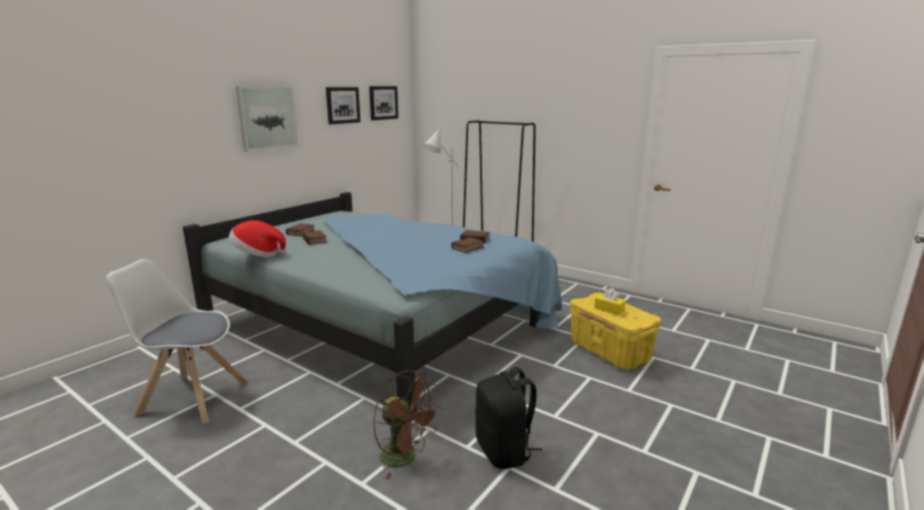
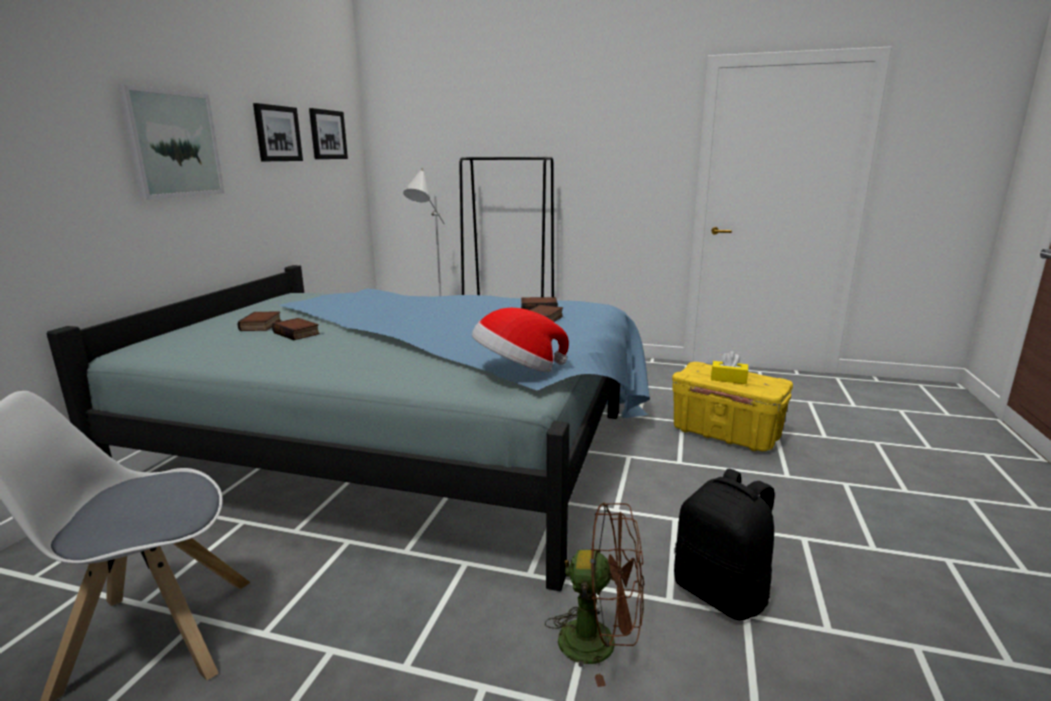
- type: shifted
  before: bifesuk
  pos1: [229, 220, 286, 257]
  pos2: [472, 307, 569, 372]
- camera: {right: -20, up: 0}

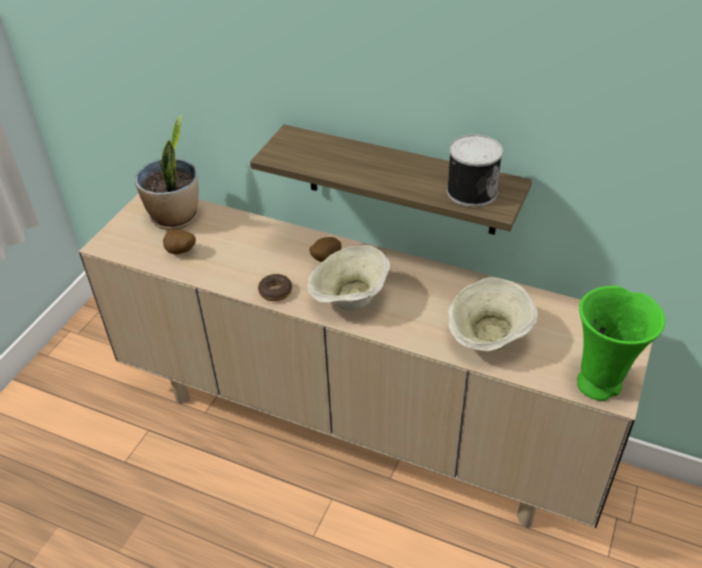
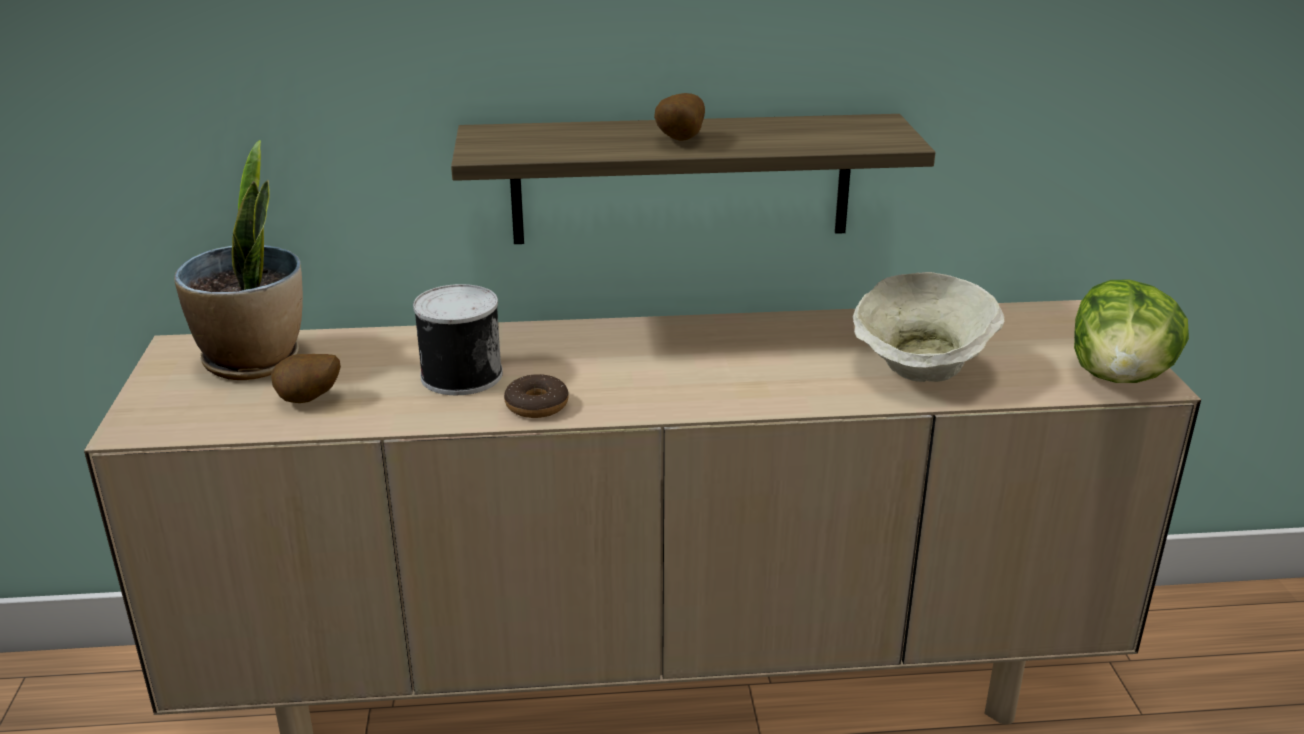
- type: shifted
  before: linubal
  pos1: [447, 134, 503, 207]
  pos2: [413, 284, 503, 395]
- type: shifted
  before: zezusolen
  pos1: [309, 237, 341, 262]
  pos2: [654, 93, 705, 141]
- type: gone
  before: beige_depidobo
  pos1: [308, 245, 390, 311]
- type: swapped
  before: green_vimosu
  after: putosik
  pos1: [577, 286, 665, 401]
  pos2: [1074, 279, 1189, 383]
- camera: {right: -30, up: -15}

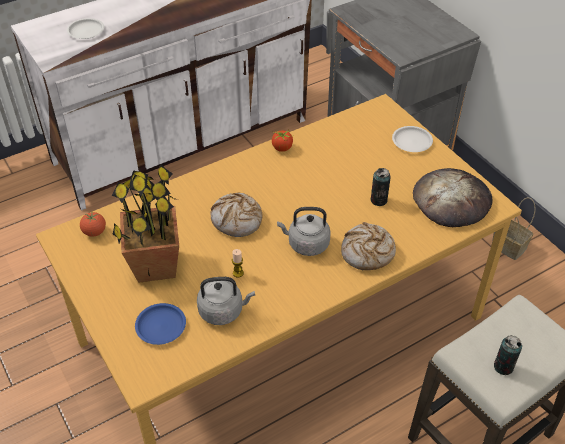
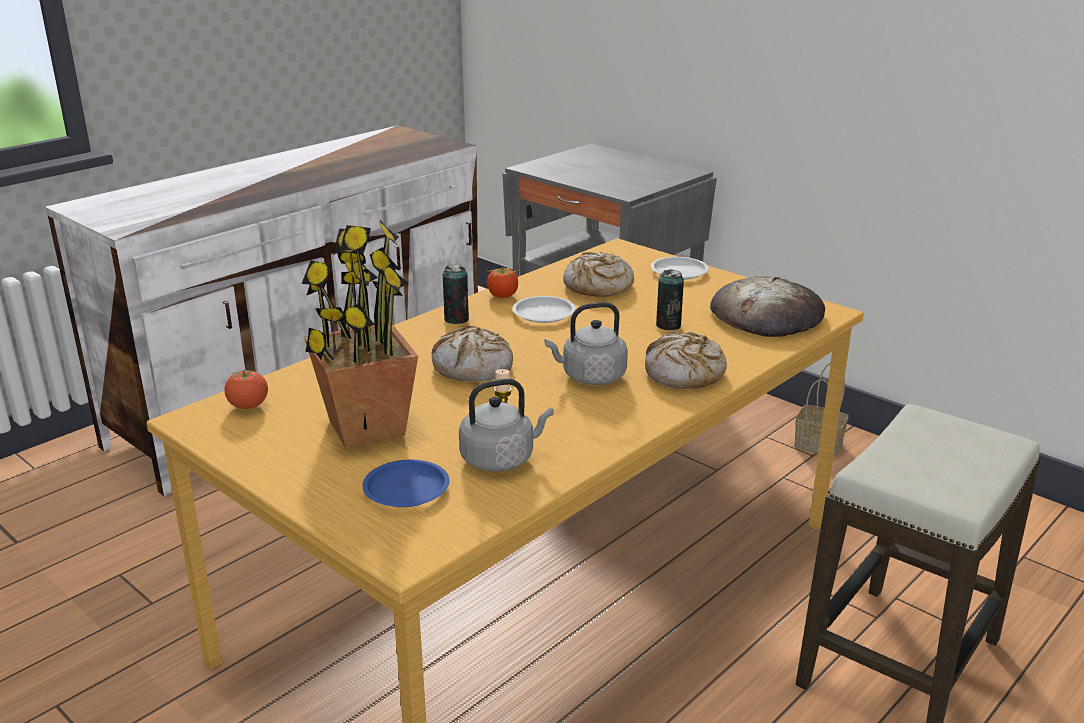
- type: shifted
  before: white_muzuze
  pos1: [67, 18, 104, 39]
  pos2: [512, 296, 576, 323]
- type: shifted
  before: linubal
  pos1: [494, 335, 522, 375]
  pos2: [443, 264, 469, 324]
- type: new
  after: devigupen
  pos2: [563, 252, 634, 297]
- camera: {right: -15, up: -20}

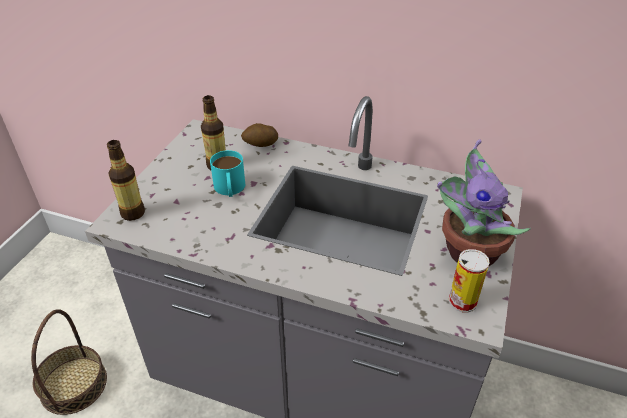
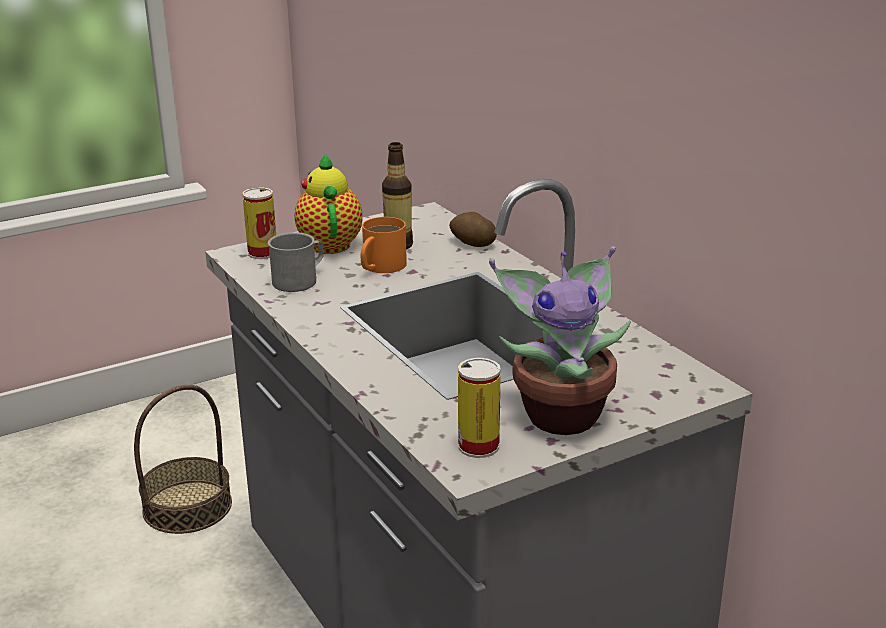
- type: swapped
  before: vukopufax
  after: linubal
  pos1: [107, 140, 145, 221]
  pos2: [242, 187, 276, 259]
- type: repainted
  before: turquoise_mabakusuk
  after: orange_mabakusuk
  pos1: [210, 150, 245, 197]
  pos2: [361, 217, 407, 273]
- type: new
  after: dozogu
  pos2: [295, 152, 362, 254]
- type: new
  after: grey_mabakusuk
  pos2: [268, 232, 324, 292]
- camera: {right: 40, up: -15}

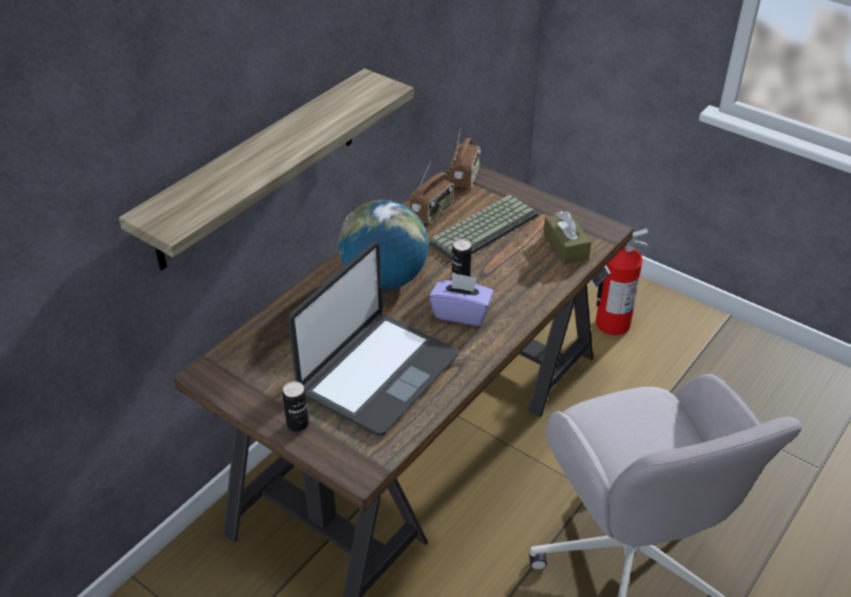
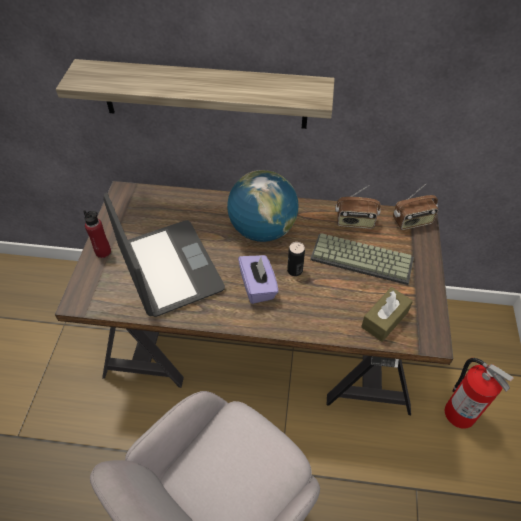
- type: rotated
  before: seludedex
  pos1: [288, 242, 459, 436]
  pos2: [103, 192, 225, 317]
  turn: -120
- type: swapped
  before: linubal
  after: red_vukopufax
  pos1: [282, 381, 309, 432]
  pos2: [83, 210, 111, 258]
- camera: {right: 60, up: 10}

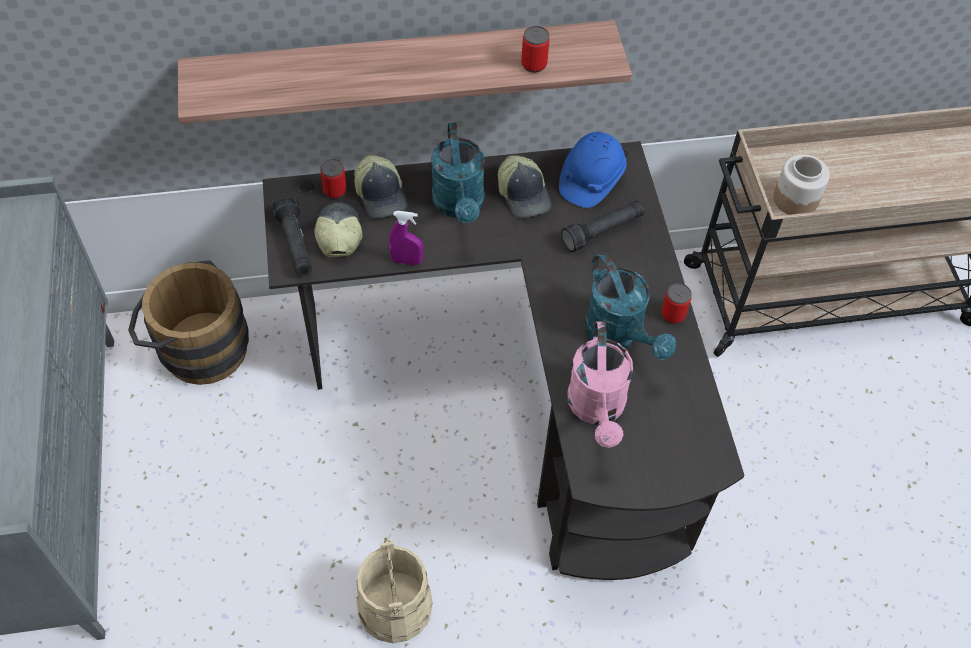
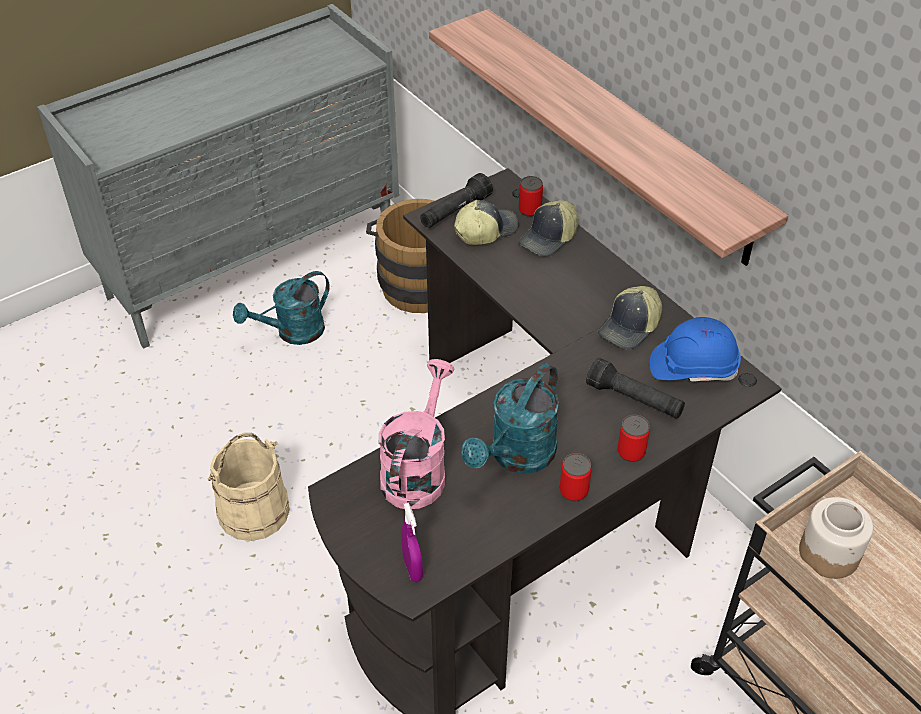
- type: shifted
  before: linubal
  pos1: [521, 26, 550, 73]
  pos2: [617, 415, 650, 462]
- type: shifted
  before: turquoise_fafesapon
  pos1: [431, 123, 485, 223]
  pos2: [233, 271, 330, 345]
- type: shifted
  before: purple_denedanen
  pos1: [389, 211, 423, 265]
  pos2: [401, 503, 423, 582]
- type: rotated
  before: pink_fafesapon
  pos1: [567, 321, 633, 448]
  pos2: [379, 359, 455, 509]
  turn: 135
- camera: {right: 65, up: -10}

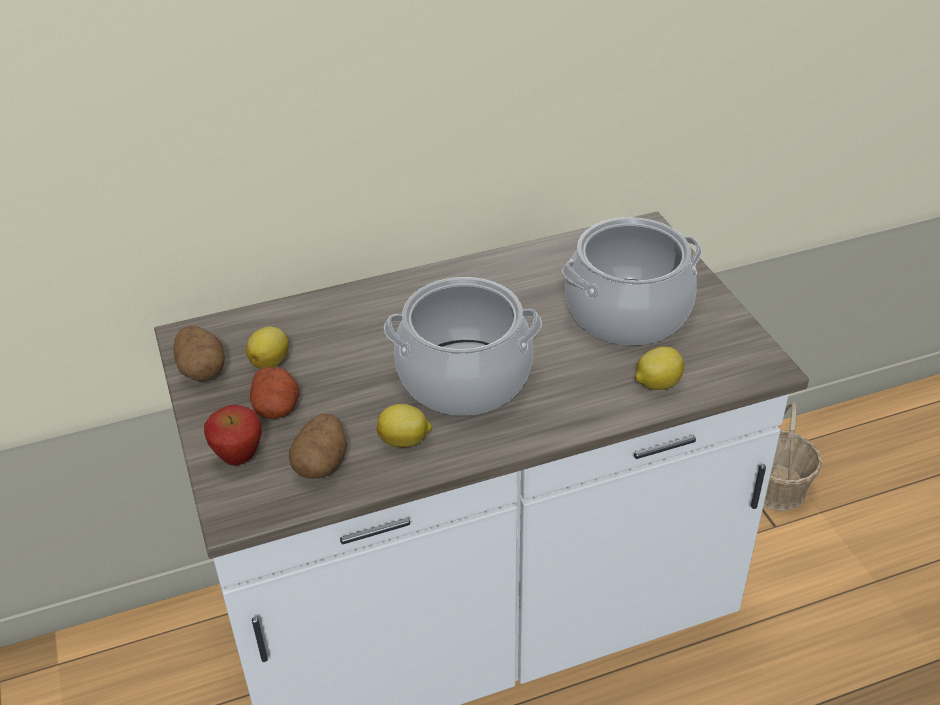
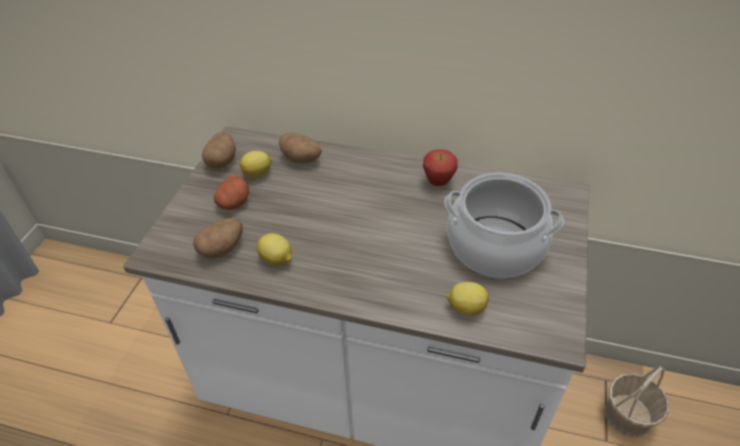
- type: gone
  before: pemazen
  pos1: [384, 277, 542, 416]
- type: shifted
  before: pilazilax
  pos1: [204, 405, 262, 466]
  pos2: [423, 149, 458, 186]
- type: new
  after: zezusolen
  pos2: [279, 133, 322, 163]
- camera: {right: 35, up: 5}

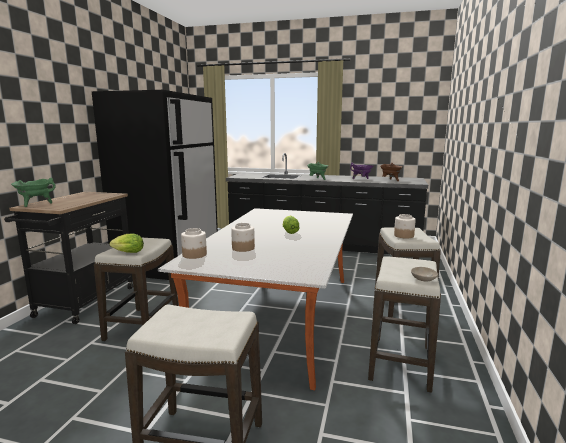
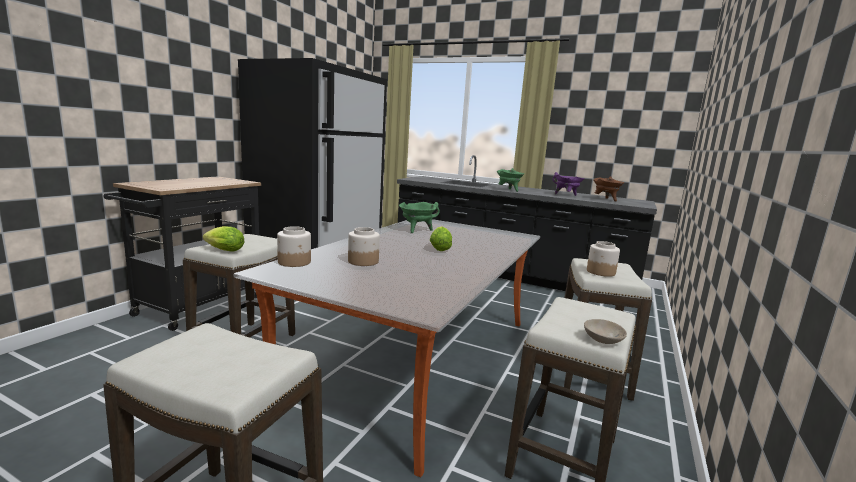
- type: shifted
  before: green_pemazen
  pos1: [11, 178, 55, 207]
  pos2: [399, 202, 440, 233]
- camera: {right: 10, up: 0}

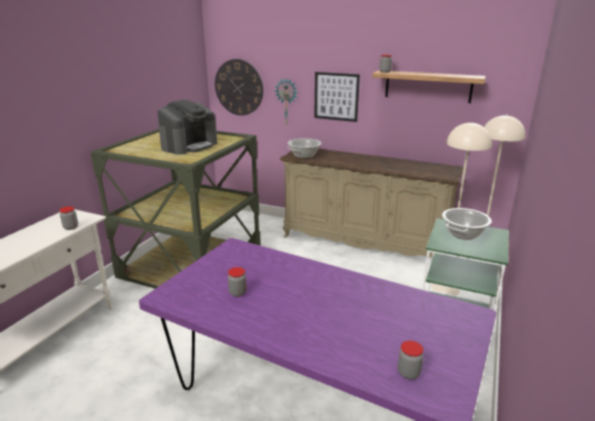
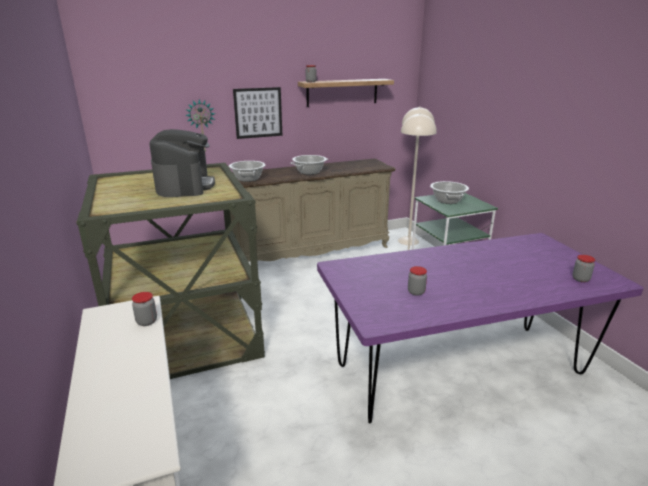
- type: gone
  before: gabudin
  pos1: [215, 59, 263, 116]
- type: new
  after: pemazen
  pos2: [290, 155, 328, 175]
- camera: {right: -45, up: 0}

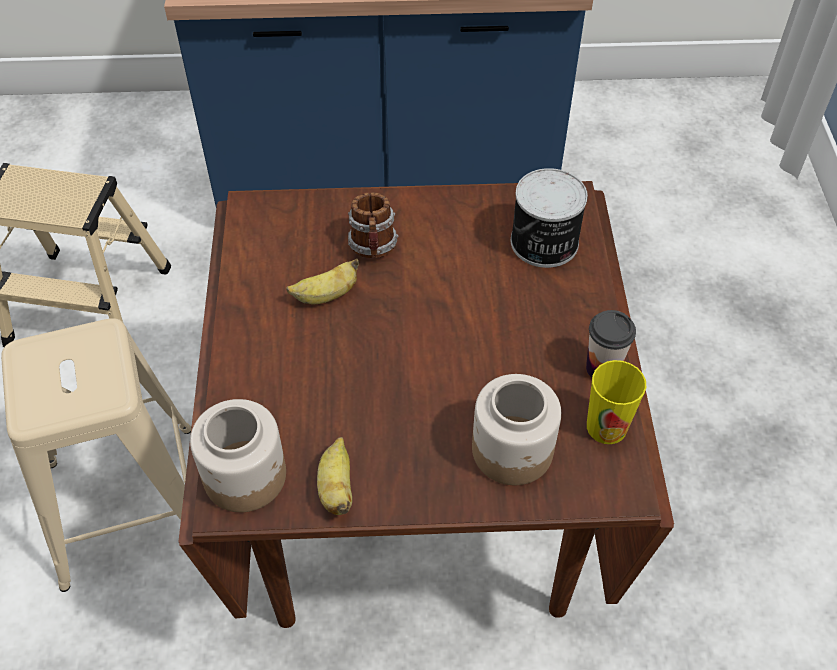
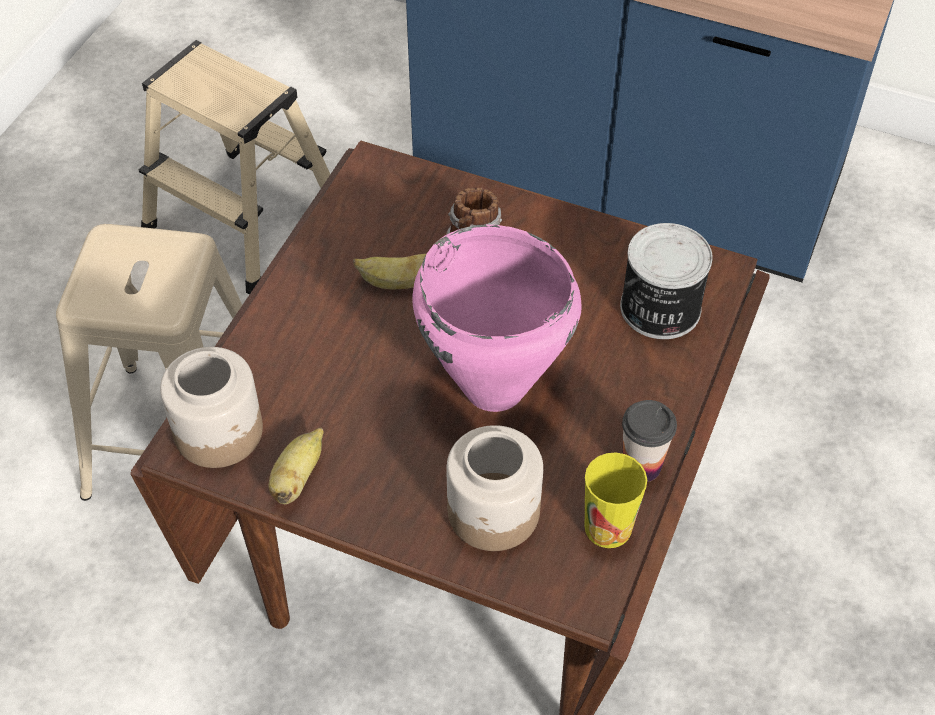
- type: new
  after: pink_pemazen
  pos2: [412, 224, 582, 412]
- camera: {right: 25, up: 0}

